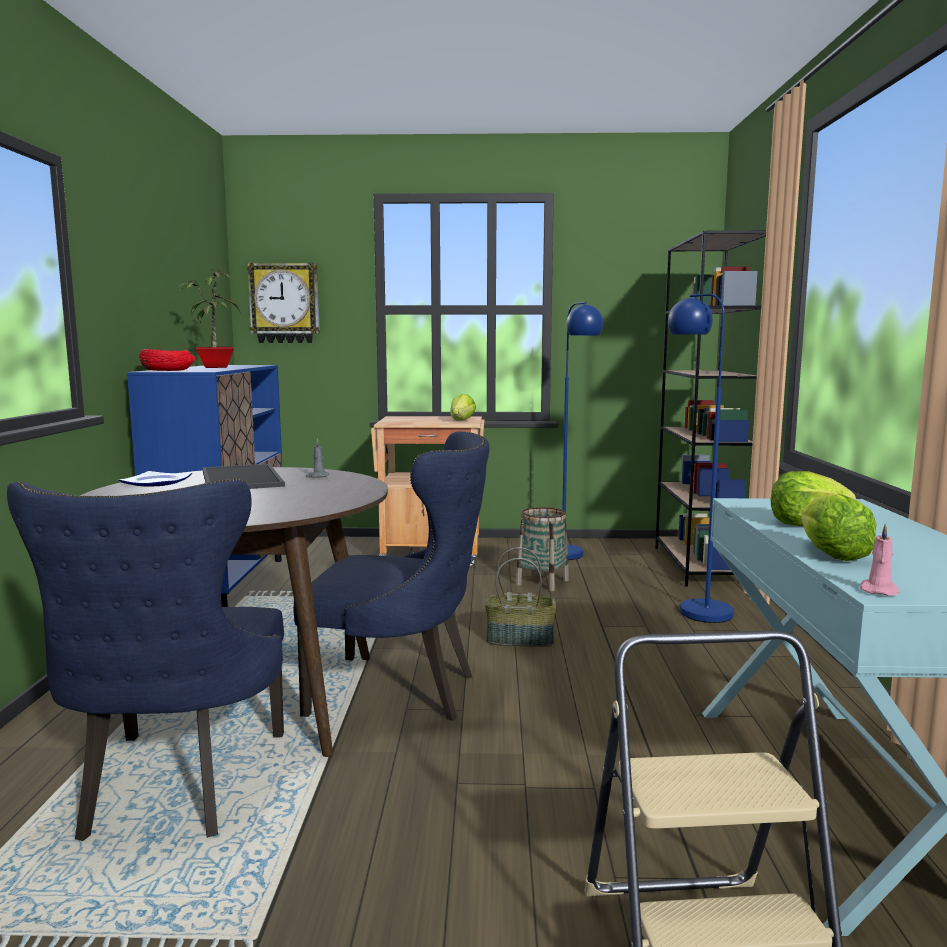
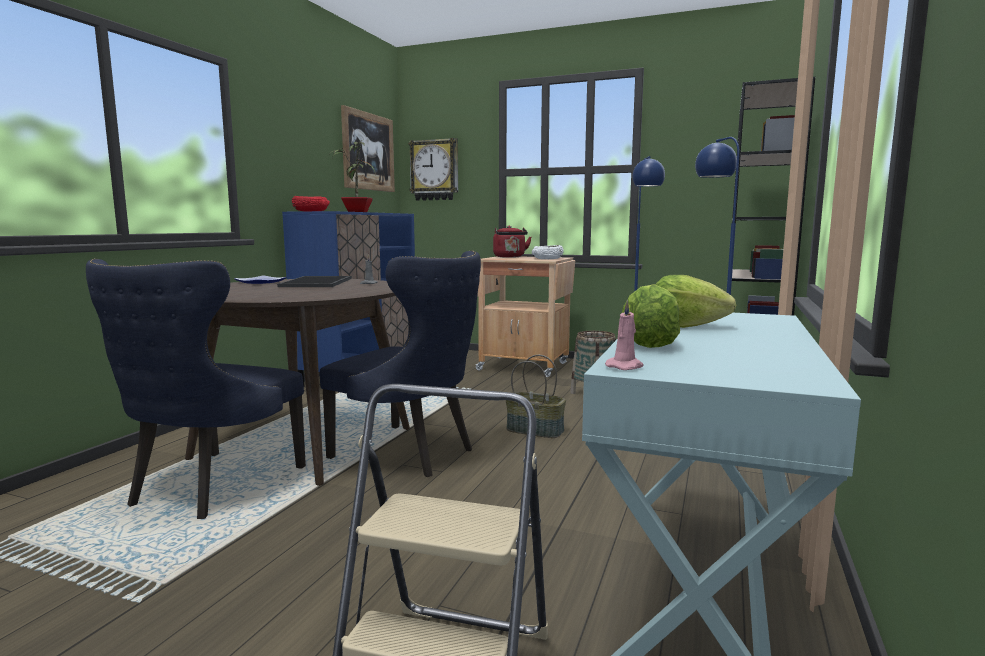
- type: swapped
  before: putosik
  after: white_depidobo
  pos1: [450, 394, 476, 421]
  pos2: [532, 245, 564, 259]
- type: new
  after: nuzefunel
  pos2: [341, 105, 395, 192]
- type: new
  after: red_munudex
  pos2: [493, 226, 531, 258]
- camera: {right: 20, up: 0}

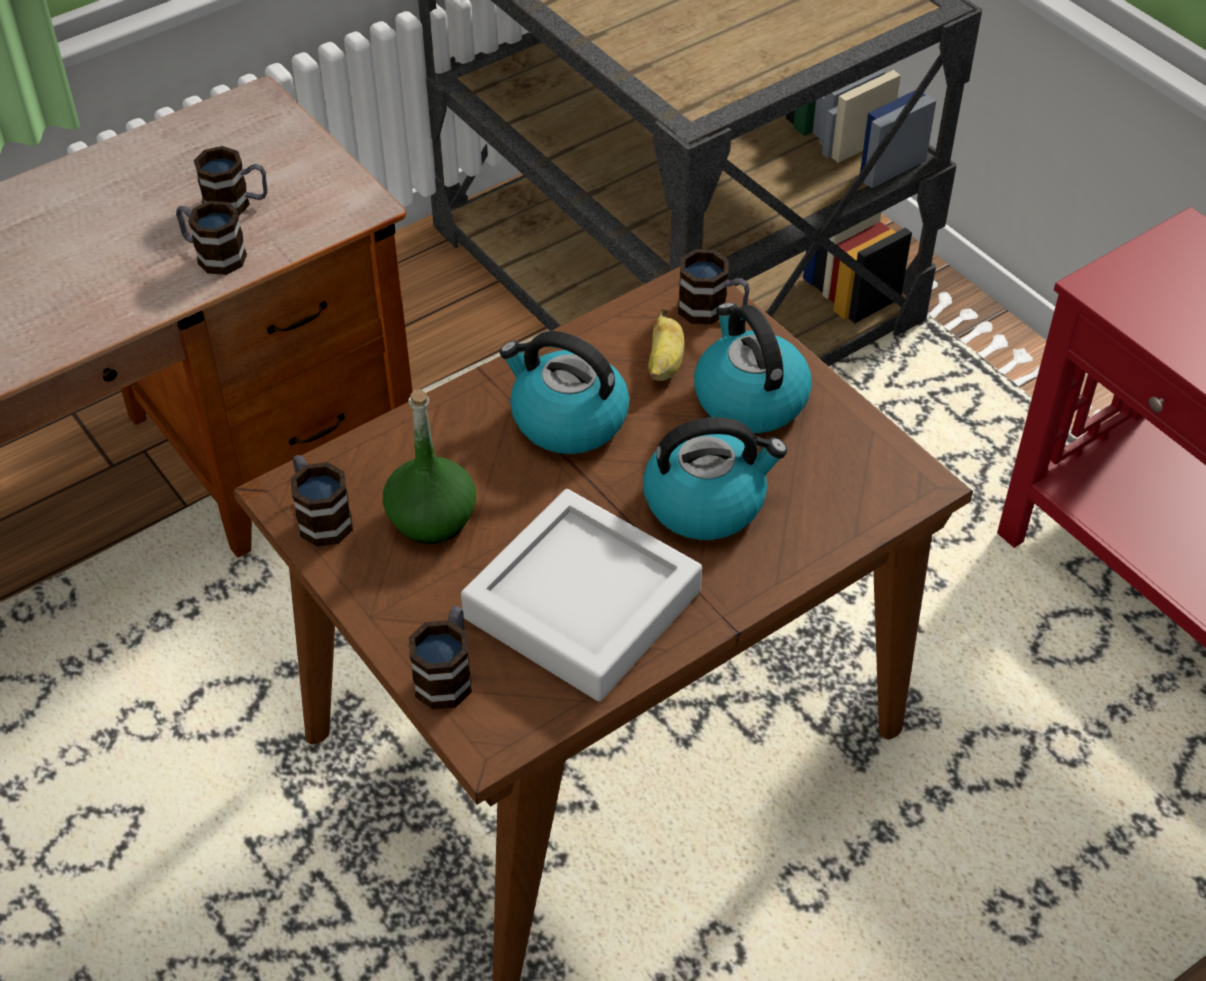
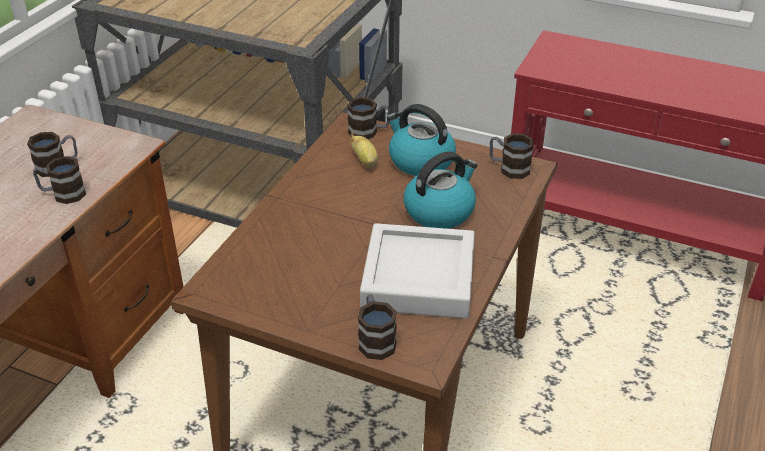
- type: gone
  before: munudex
  pos1: [500, 331, 629, 454]
- type: gone
  before: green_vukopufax
  pos1: [383, 389, 476, 544]
- type: shifted
  before: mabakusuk
  pos1: [290, 455, 353, 547]
  pos2: [490, 133, 534, 179]
- camera: {right: -30, up: -10}

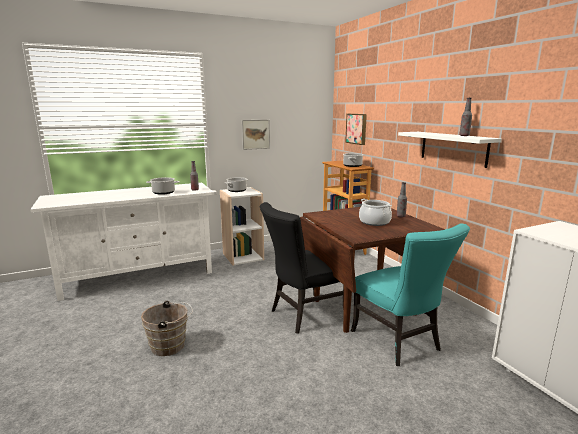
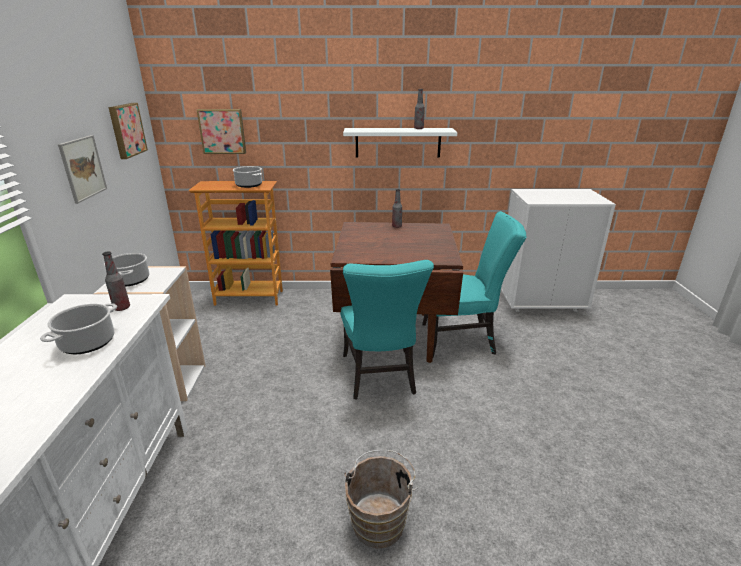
- type: gone
  before: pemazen
  pos1: [359, 199, 392, 226]
- type: repainted
  before: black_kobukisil
  after: turquoise_kobukisil
  pos1: [259, 202, 344, 334]
  pos2: [340, 260, 434, 400]
- type: new
  after: nuzefunel
  pos2: [108, 103, 148, 159]
- camera: {right: -65, up: 10}

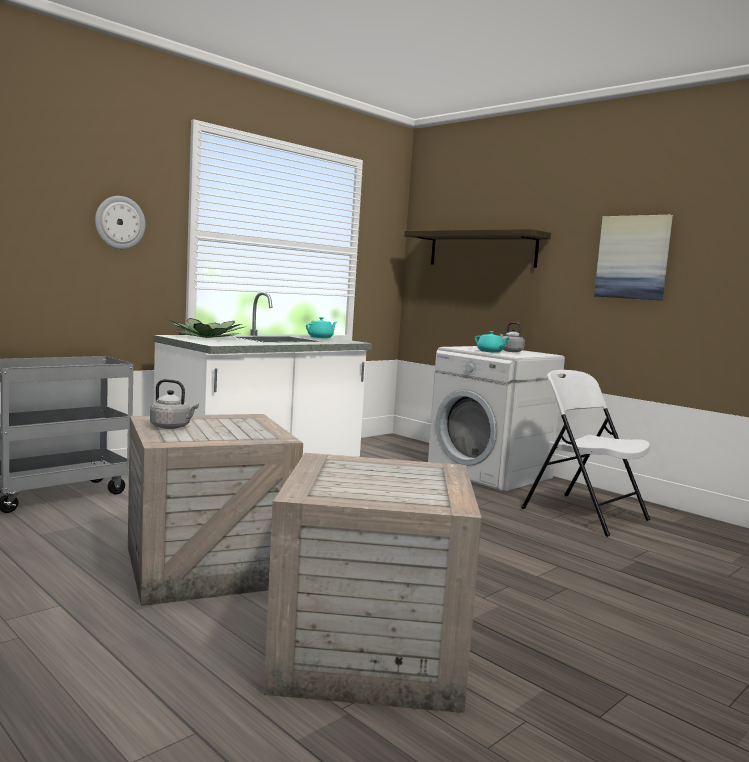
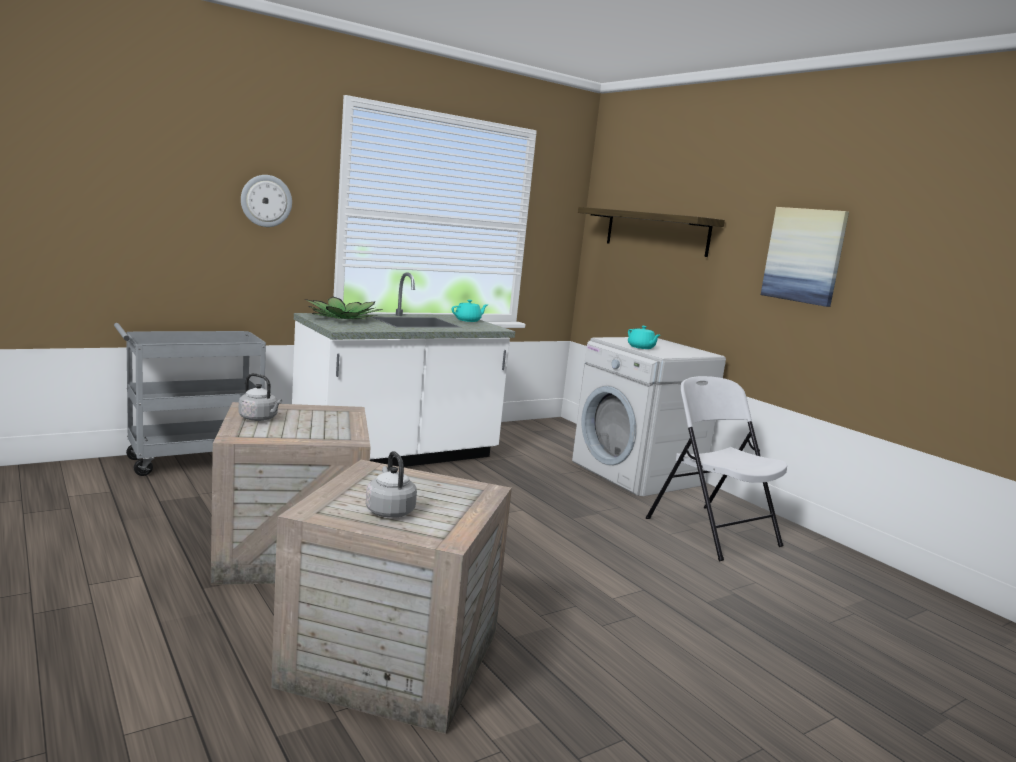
- type: shifted
  before: grey_munudex
  pos1: [500, 322, 525, 352]
  pos2: [366, 451, 417, 518]
- camera: {right: 10, up: 5}

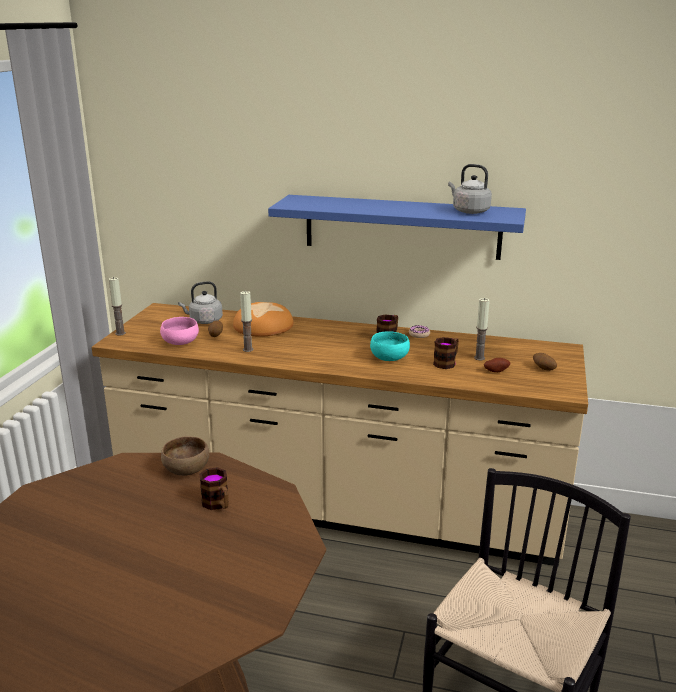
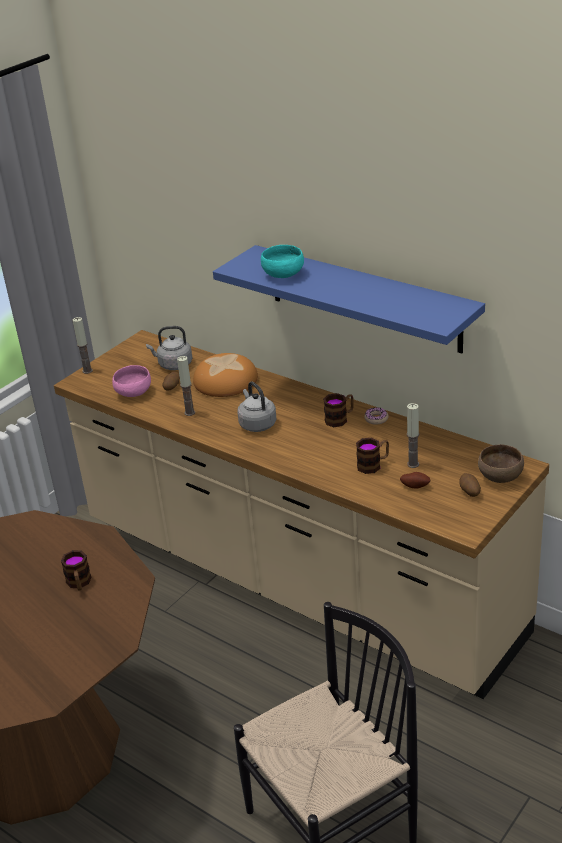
- type: shifted
  before: grey_munudex
  pos1: [448, 164, 492, 214]
  pos2: [238, 382, 277, 432]
- type: shifted
  before: turquoise_depidobo
  pos1: [370, 331, 410, 361]
  pos2: [261, 245, 304, 278]
- type: shifted
  before: brown_depidobo
  pos1: [161, 436, 209, 476]
  pos2: [478, 444, 524, 483]
- camera: {right: 25, up: 10}

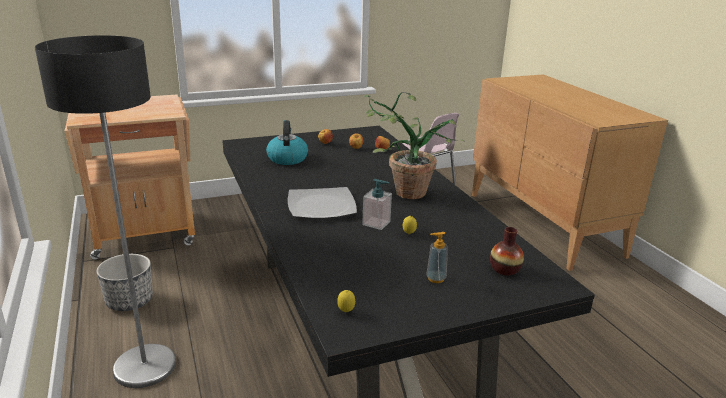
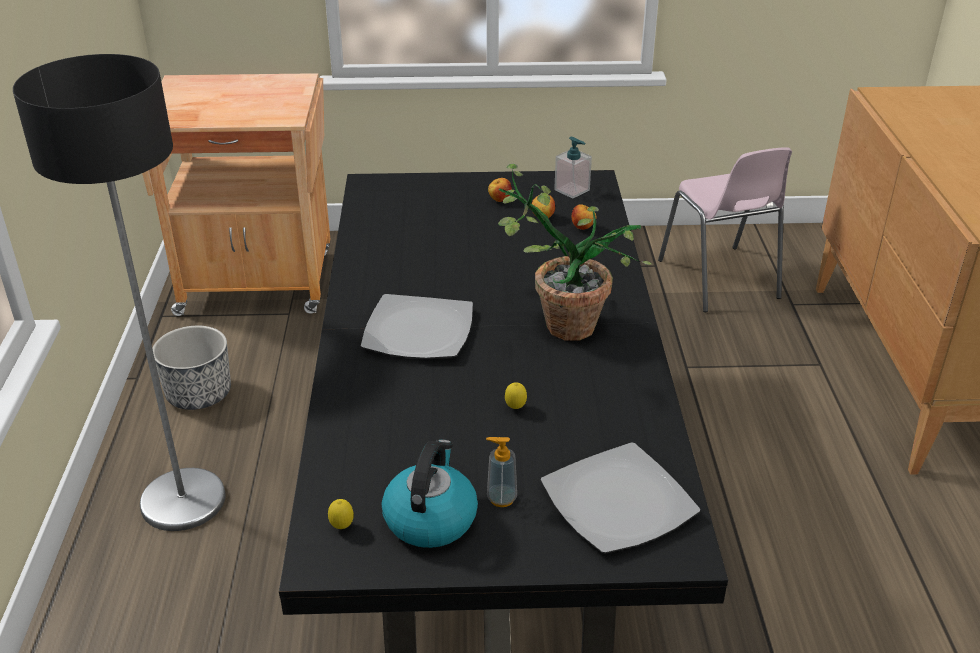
- type: shifted
  before: munudex
  pos1: [266, 120, 308, 165]
  pos2: [382, 440, 478, 548]
- type: shifted
  before: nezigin
  pos1: [362, 179, 392, 230]
  pos2: [554, 137, 592, 199]
- type: swapped
  before: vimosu
  after: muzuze
  pos1: [490, 227, 524, 275]
  pos2: [541, 442, 700, 554]
- camera: {right: 20, up: 10}

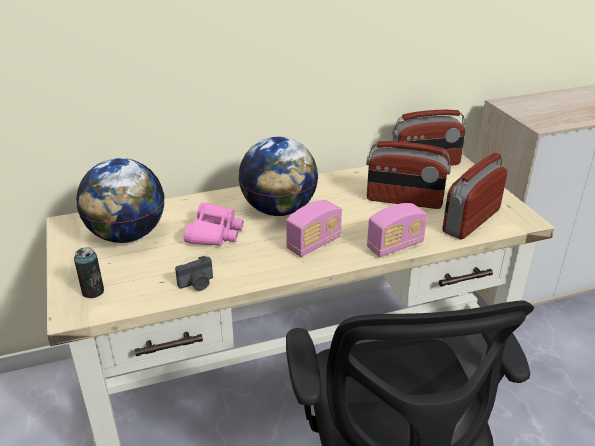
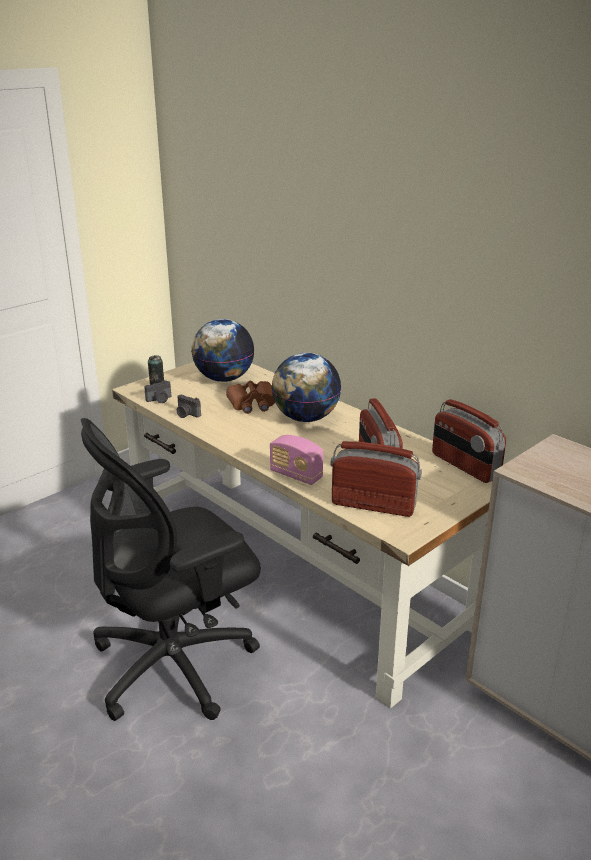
- type: gone
  before: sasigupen
  pos1: [286, 200, 342, 257]
- type: repainted
  before: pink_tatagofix
  after: brown_tatagofix
  pos1: [184, 203, 244, 246]
  pos2: [226, 381, 275, 414]
- type: new
  after: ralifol
  pos2: [144, 380, 171, 403]
- camera: {right: 65, up: -5}

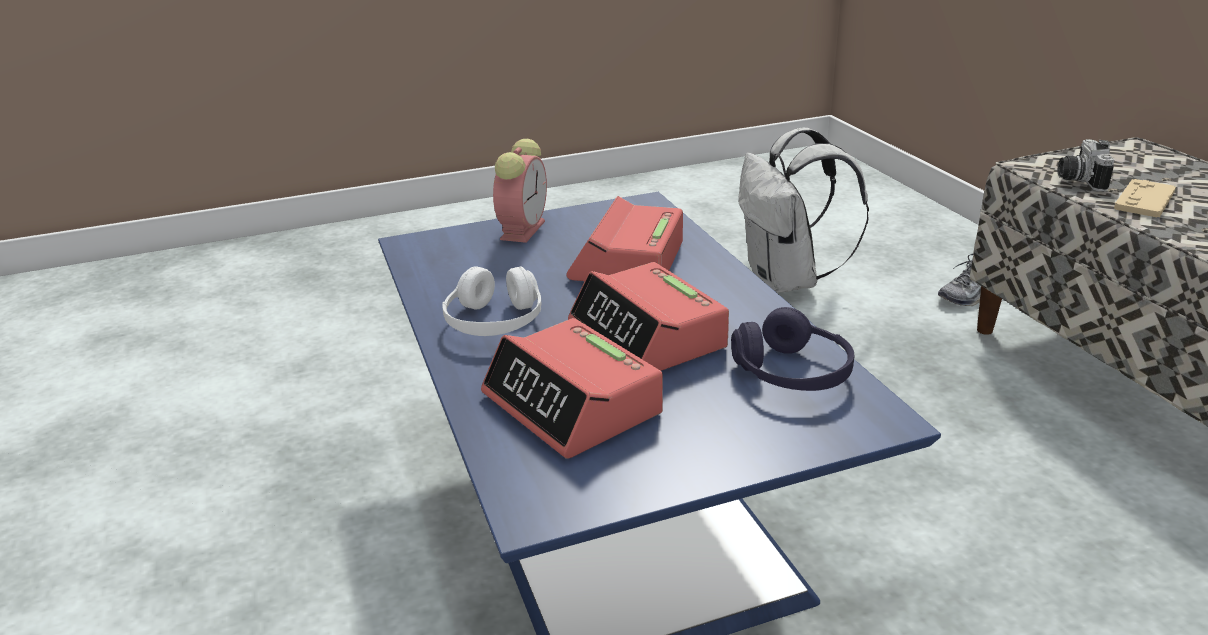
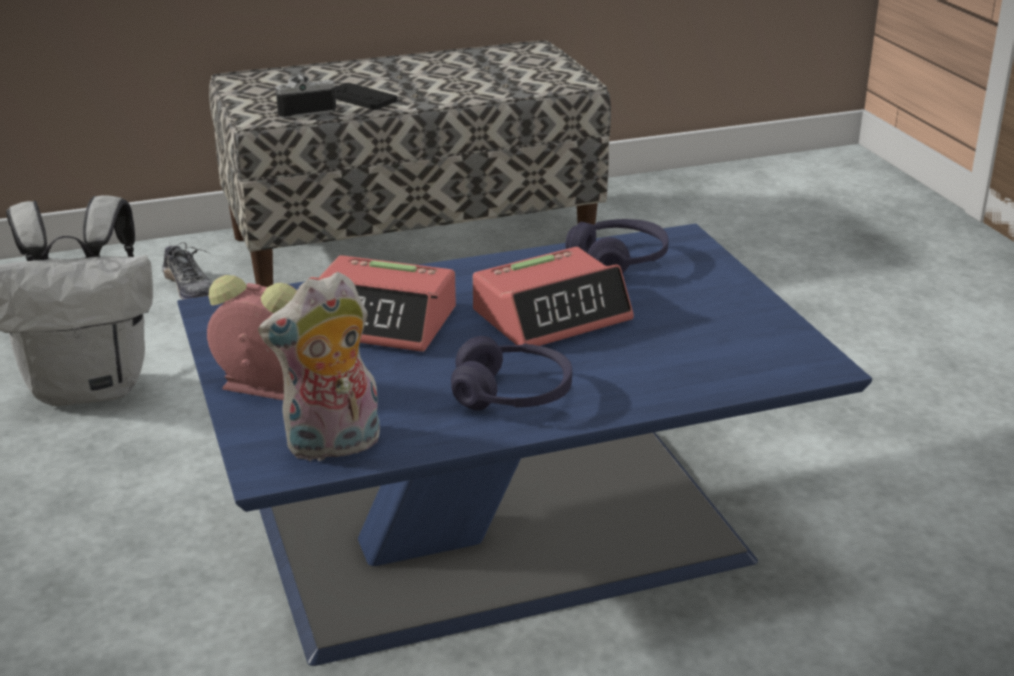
- type: rotated
  before: ralifol
  pos1: [1058, 139, 1115, 191]
  pos2: [276, 74, 336, 118]
  turn: 150
- type: repainted
  before: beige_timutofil
  after: black_timutofil
  pos1: [1114, 179, 1176, 217]
  pos2: [334, 83, 397, 110]
- type: repainted
  before: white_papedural
  after: purple_papedural
  pos1: [442, 266, 541, 336]
  pos2: [451, 336, 572, 411]
- type: gone
  before: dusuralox
  pos1: [481, 318, 663, 459]
- type: new
  after: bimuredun
  pos2: [258, 272, 380, 463]
- camera: {right: -90, up: 0}

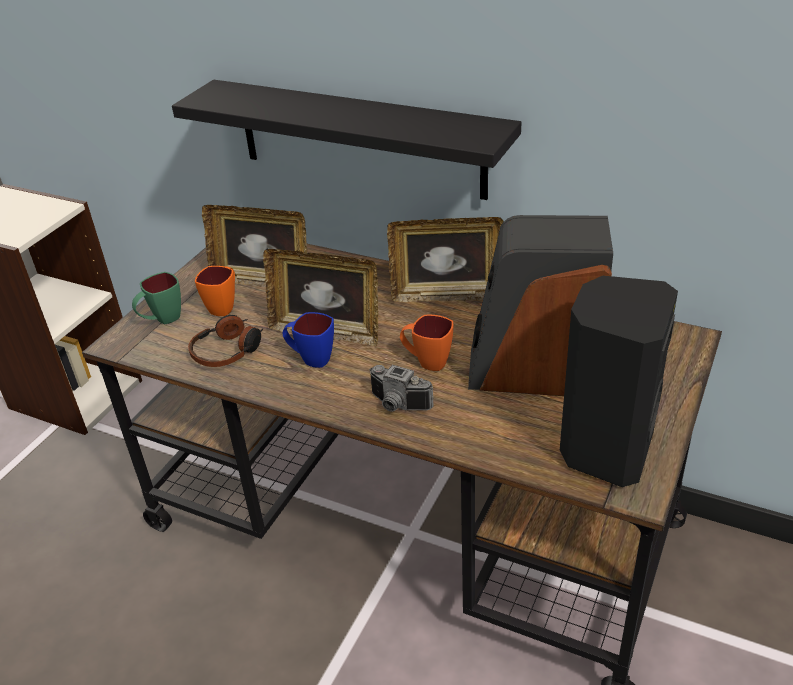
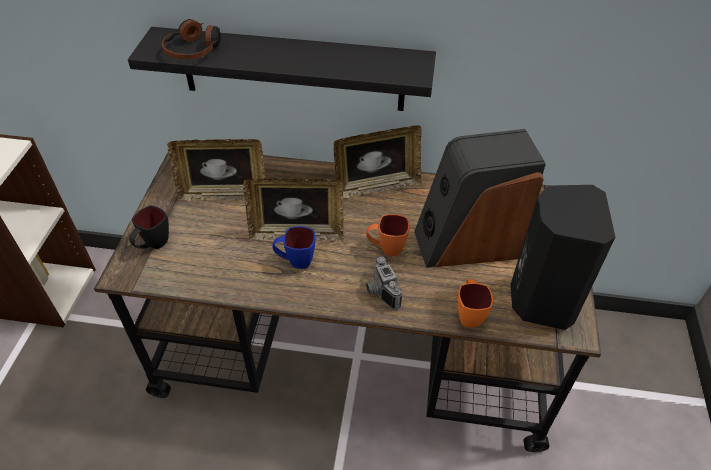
- type: shifted
  before: orange_mabakusuk
  pos1: [195, 266, 235, 316]
  pos2: [458, 279, 493, 327]
- type: repainted
  before: green_mabakusuk
  after: black_mabakusuk
  pos1: [132, 272, 181, 324]
  pos2: [129, 205, 169, 249]
- type: shifted
  before: papedural
  pos1: [188, 315, 263, 367]
  pos2: [162, 19, 221, 60]
- type: rotated
  before: ralifol
  pos1: [369, 365, 434, 412]
  pos2: [366, 256, 402, 310]
  turn: 60
- camera: {right: -20, up: 10}

